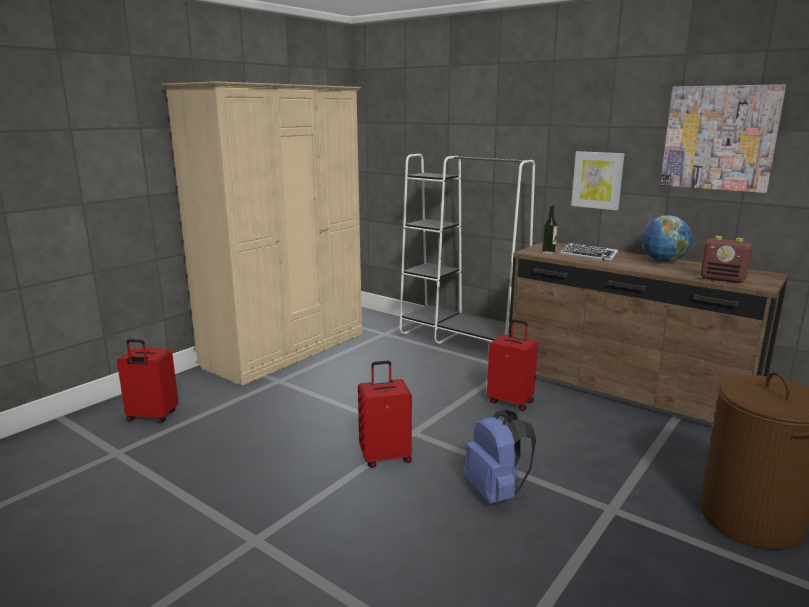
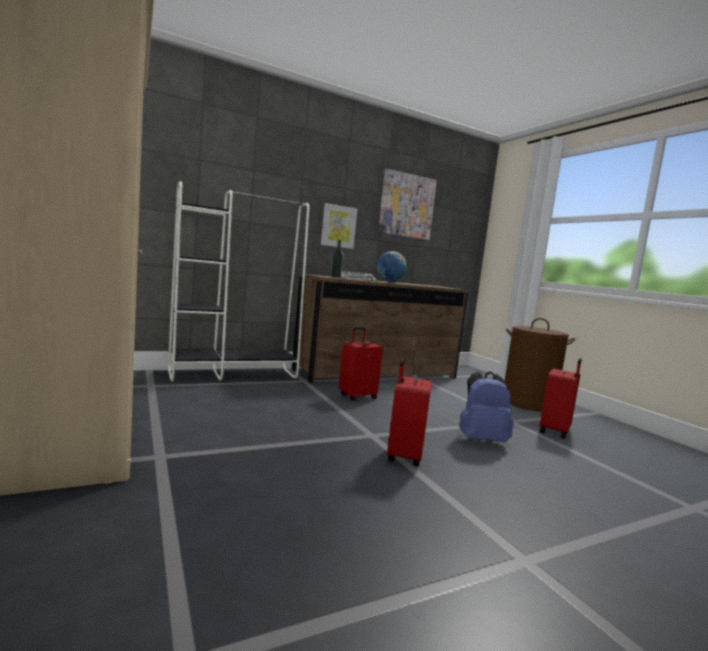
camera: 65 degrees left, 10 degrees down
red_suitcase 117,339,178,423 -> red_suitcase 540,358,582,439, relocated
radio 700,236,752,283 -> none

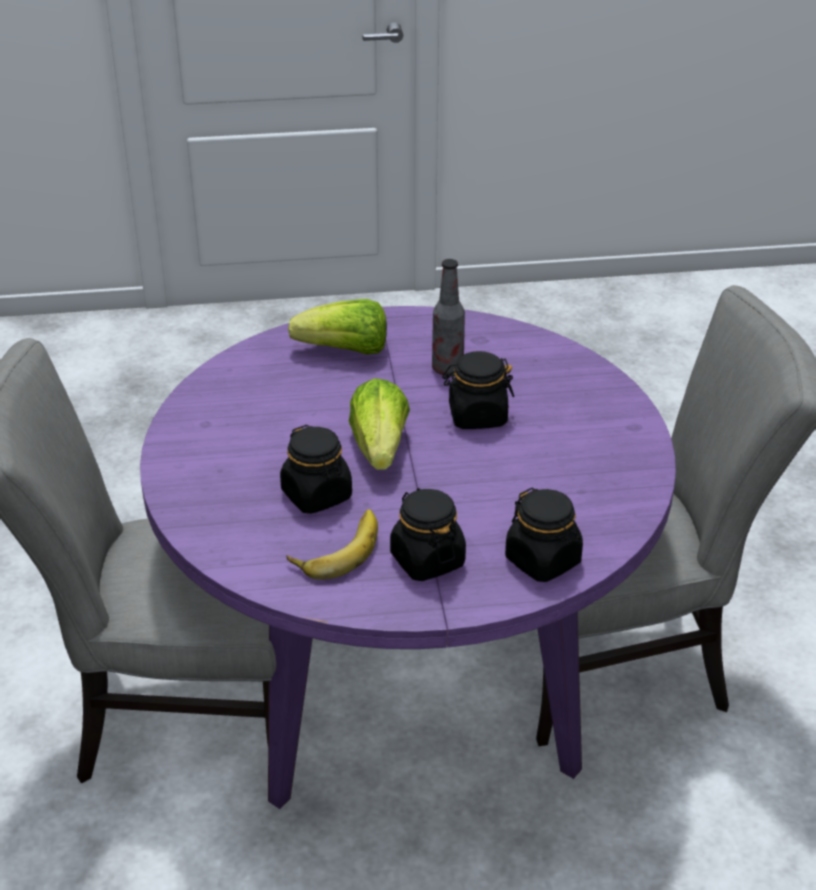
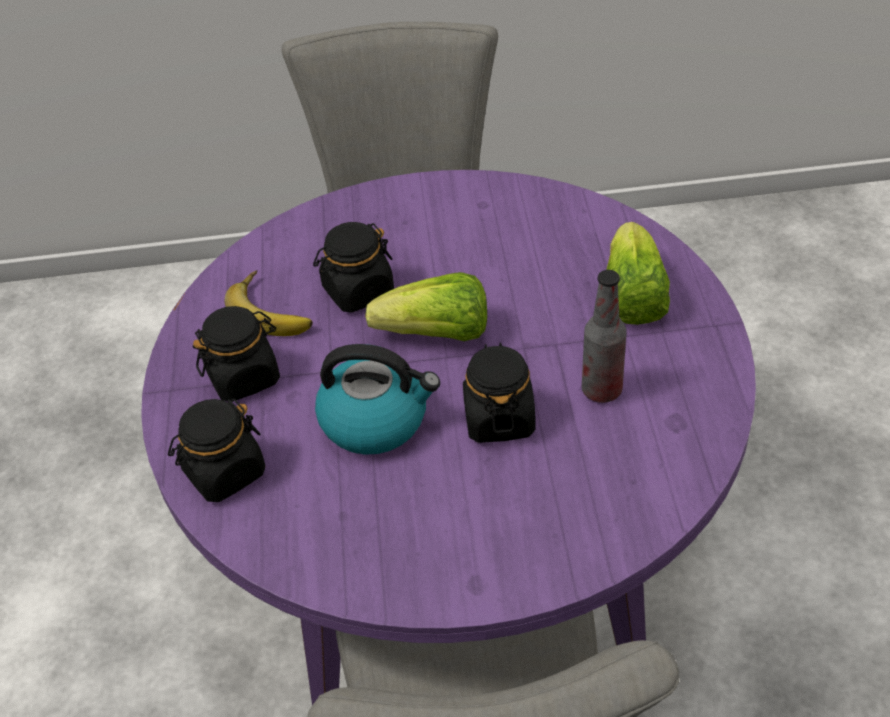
camera: 95 degrees right, 10 degrees up
none -> kettle 315,344,440,455

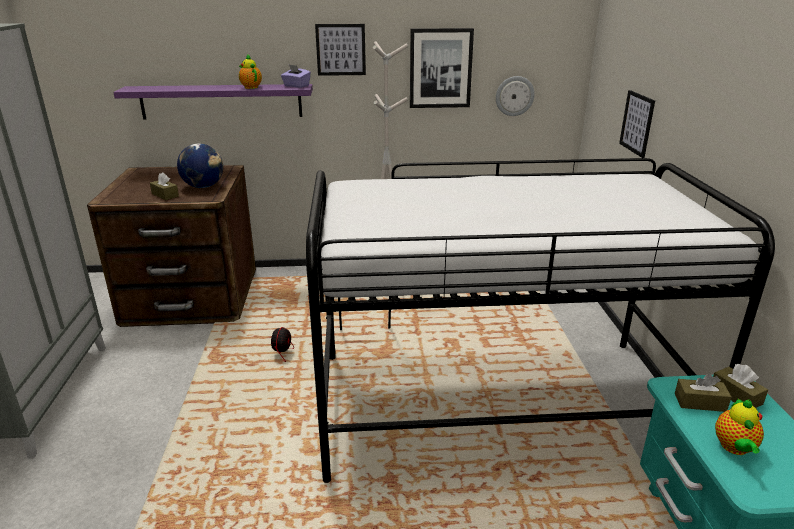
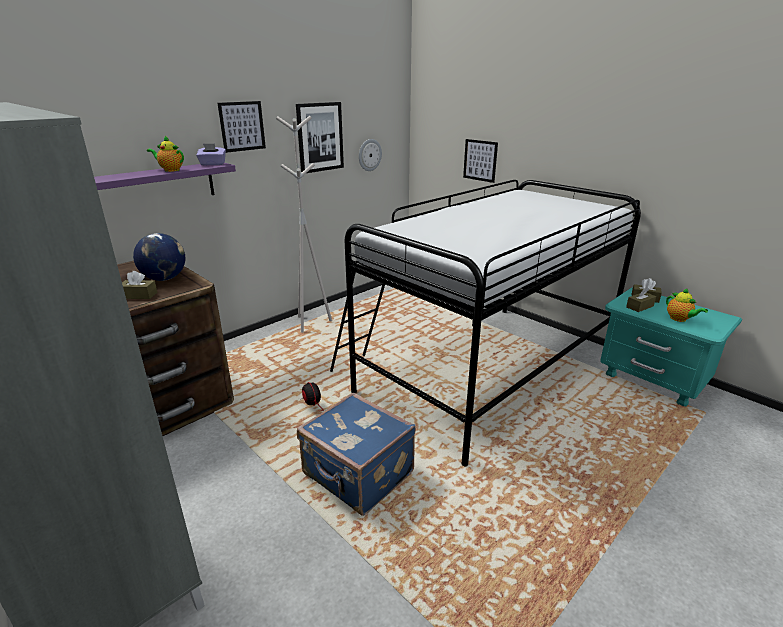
camera: 40 degrees left, 0 degrees up
none -> blue_suitcase 297,392,416,516

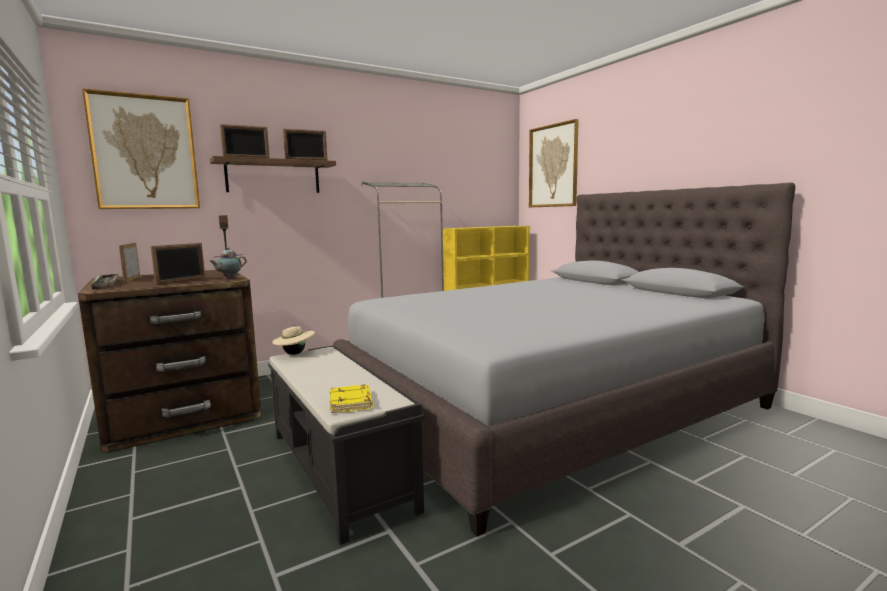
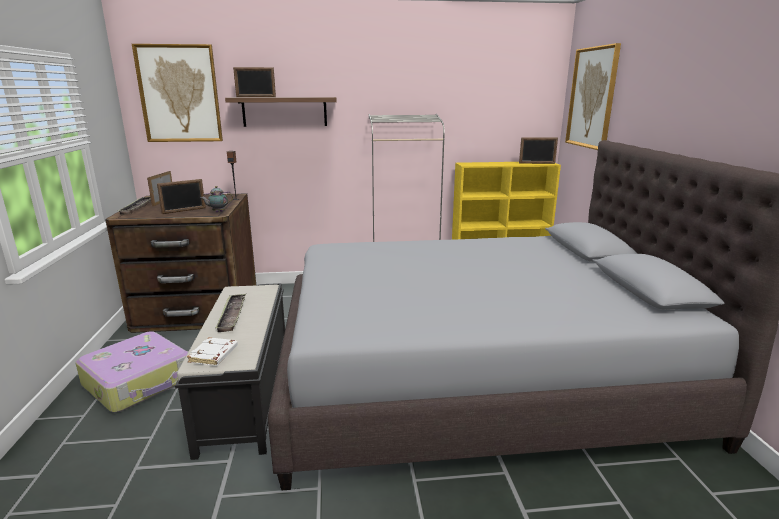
camera: 25 degrees right, 10 degrees up
none -> suitcase 75,331,188,412
yellow_book 330,385,373,413 -> white_book 187,337,238,366
none -> tray 215,294,246,332
picture_frame 283,129,328,161 -> picture_frame 519,137,558,164, relocated
beige_hat 272,324,315,355 -> none

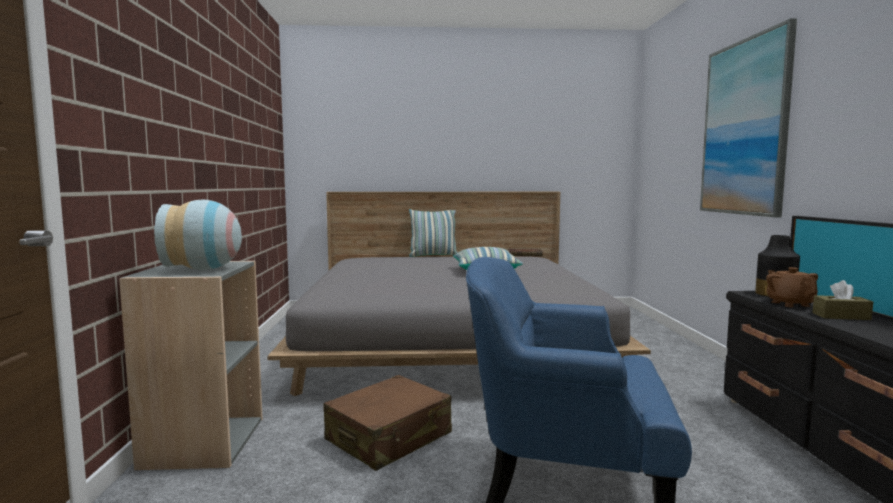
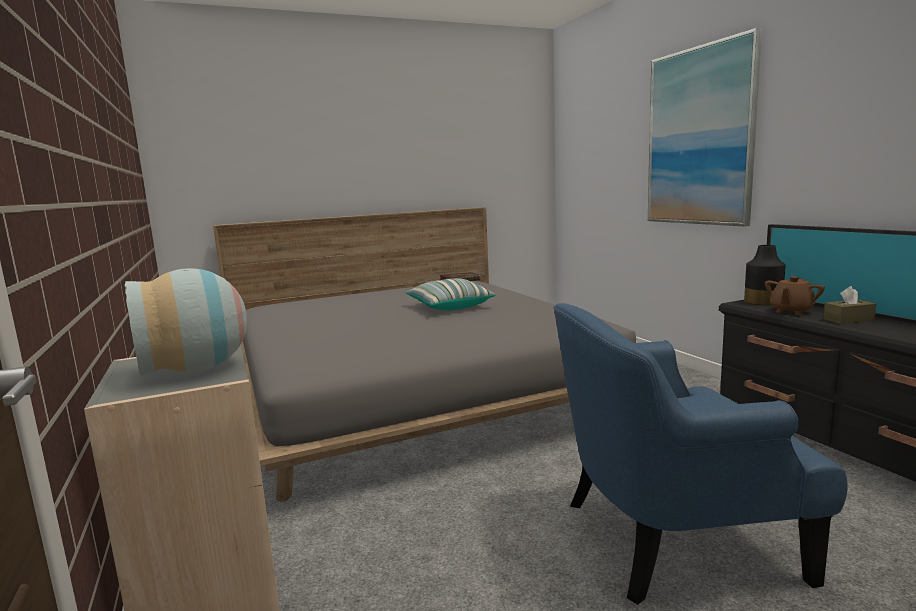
camera: 20 degrees left, 5 degrees up
brown_teapot 766,267,818,307 -> brown_teapot 765,276,825,315, 105 degrees counterclockwise
brown_suitcase 323,375,452,471 -> none
pillow 409,209,458,257 -> none

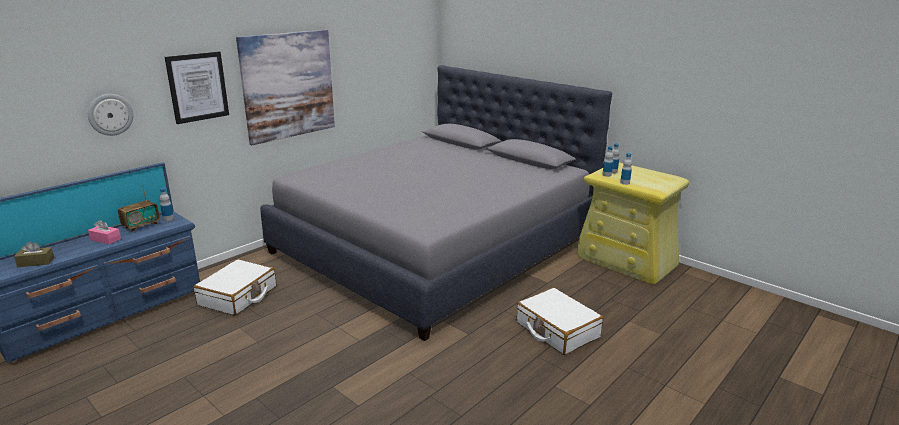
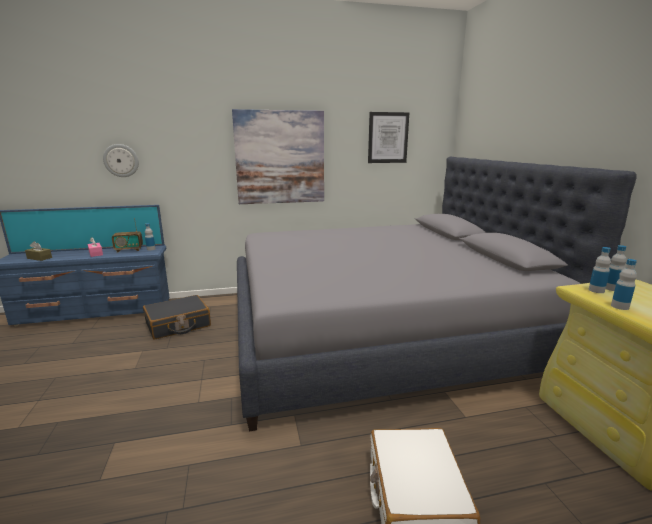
camera: 35 degrees right, 5 degrees down
white_suitcase 193,259,276,315 -> black_suitcase 143,295,211,339
picture 165,52,229,124 -> picture 368,112,409,163, relocated

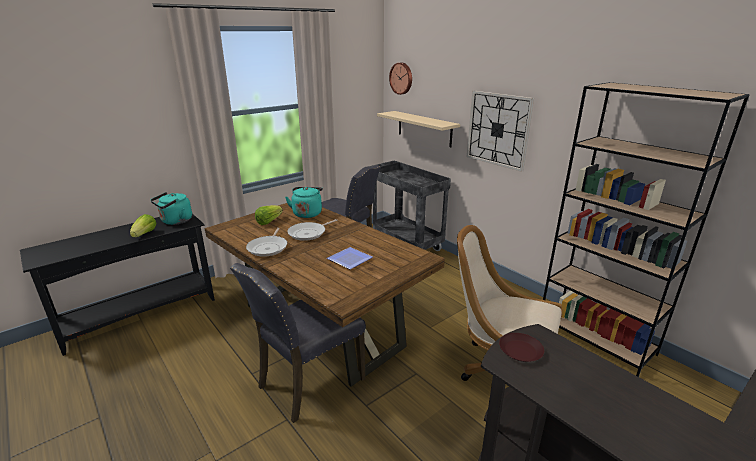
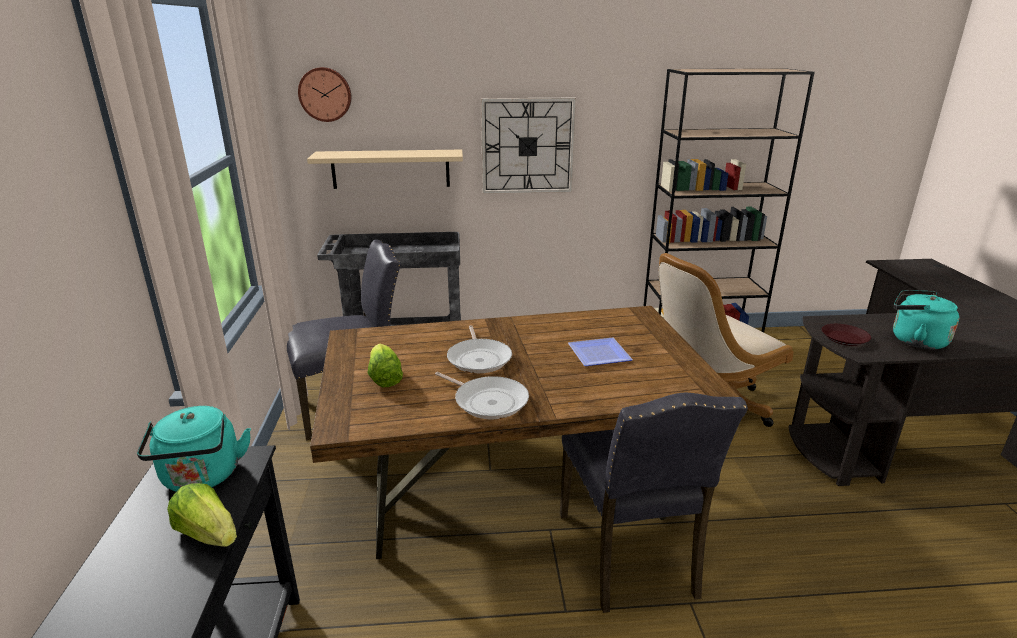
camera: 55 degrees left, 0 degrees up
turquoise_kettle 285,187,323,218 -> turquoise_kettle 893,290,959,349, relocated

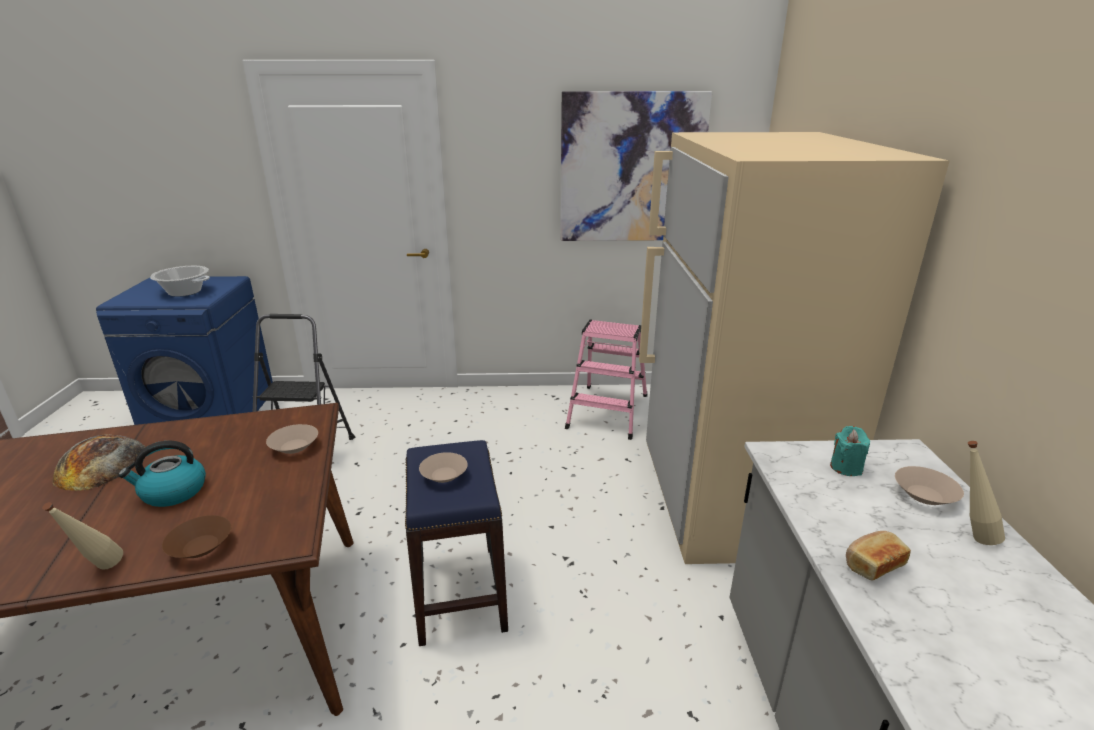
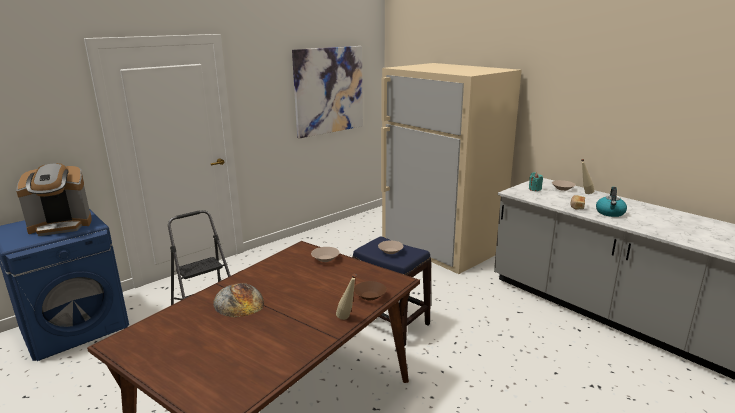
camera: 40 degrees left, 5 degrees down
cooking_pot 150,266,210,297 -> coffee_machine 16,163,92,236
kettle 118,441,206,507 -> kettle 596,187,627,217, relocated
pink_step_ladder 565,319,647,440 -> none

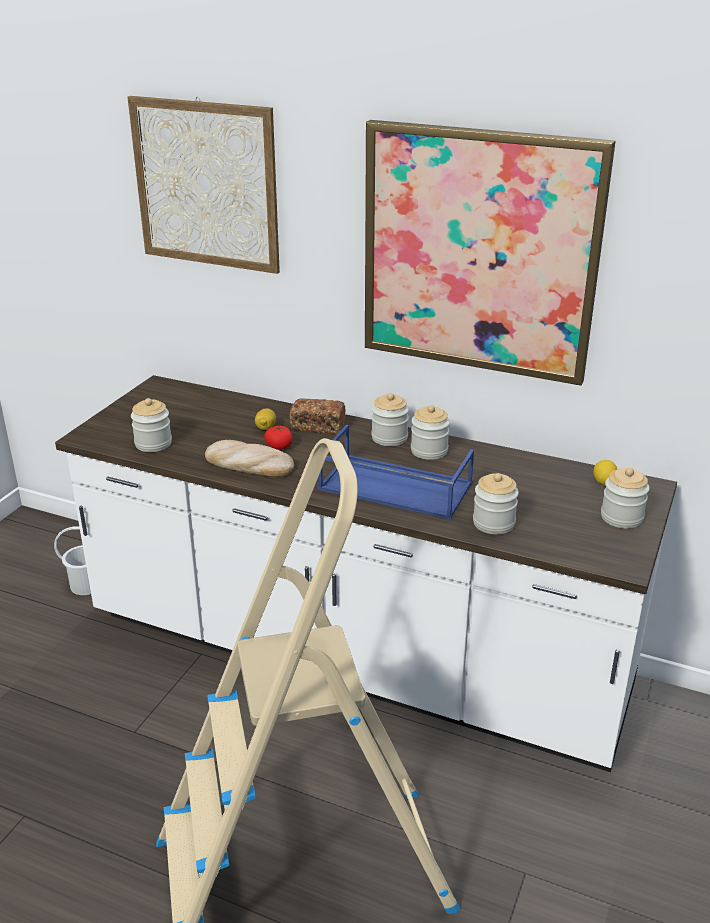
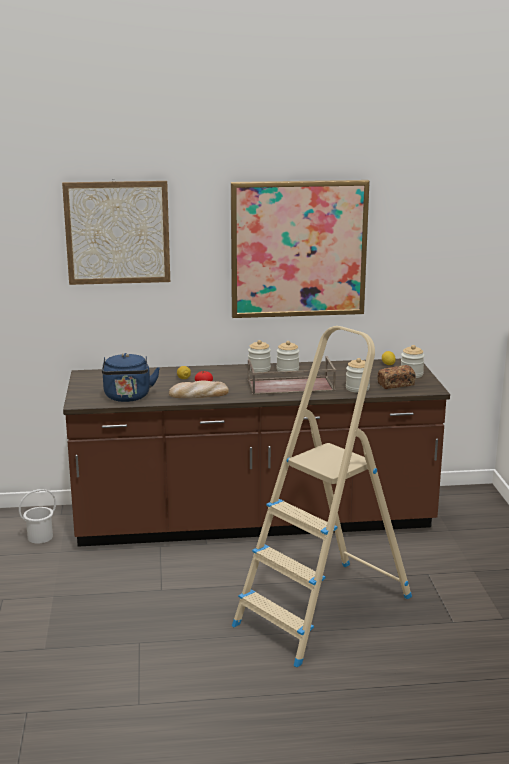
camera: 30 degrees left, 10 degrees down
white_counter 55,375,677,772 -> brown_counter 63,359,450,547
jar 131,398,172,452 -> blue_kettle 102,353,160,402
blue_tray 317,425,474,520 -> brown_tray 248,356,336,396
bread 289,399,346,434 -> bread 377,365,416,389, relocated

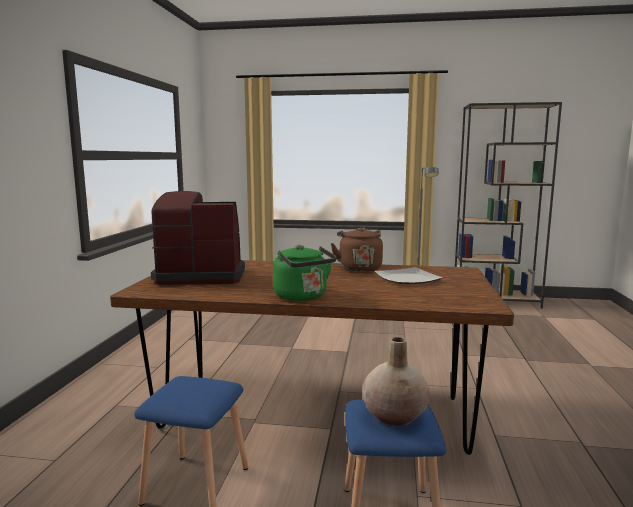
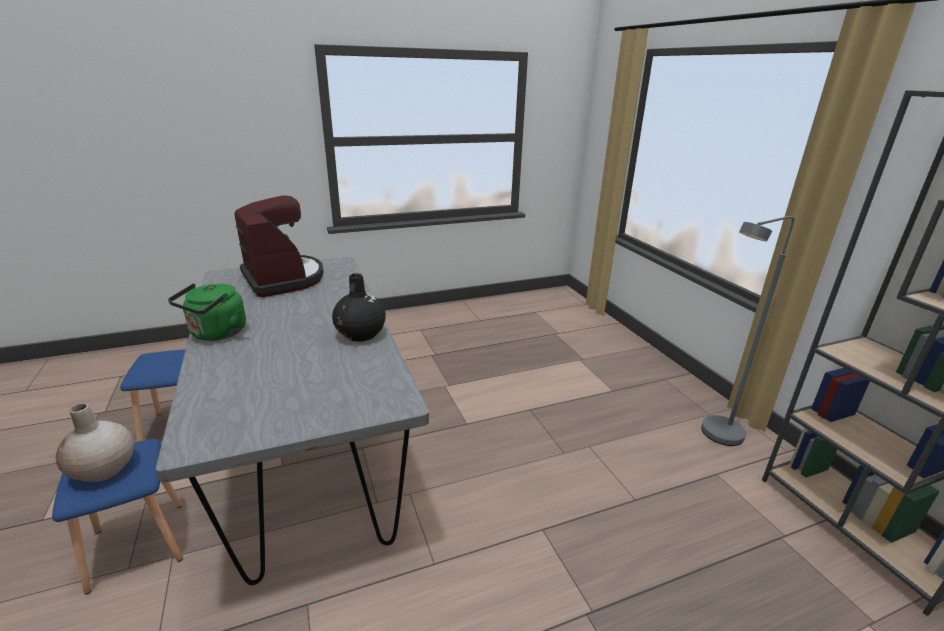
camera: 60 degrees right, 15 degrees up
brown_dining_table 110,260,514,455 -> grey_dining_table 156,257,429,585
brown_kettle 330,227,383,272 -> black_vase 332,273,386,342
plate 374,267,442,284 -> none

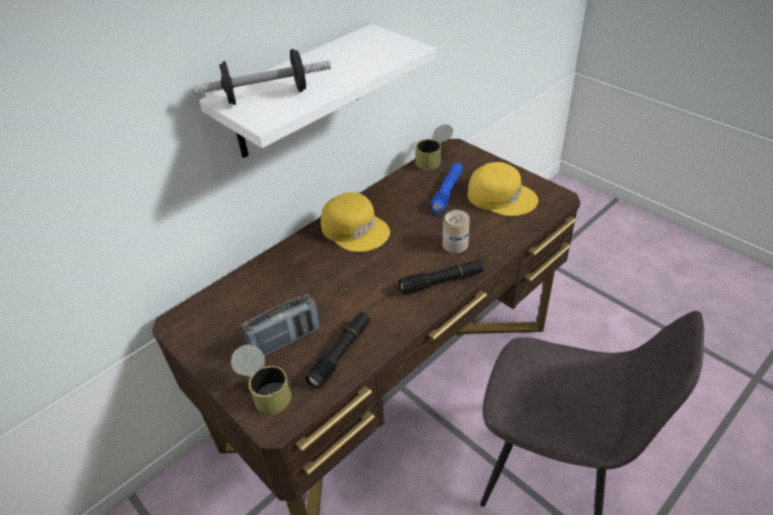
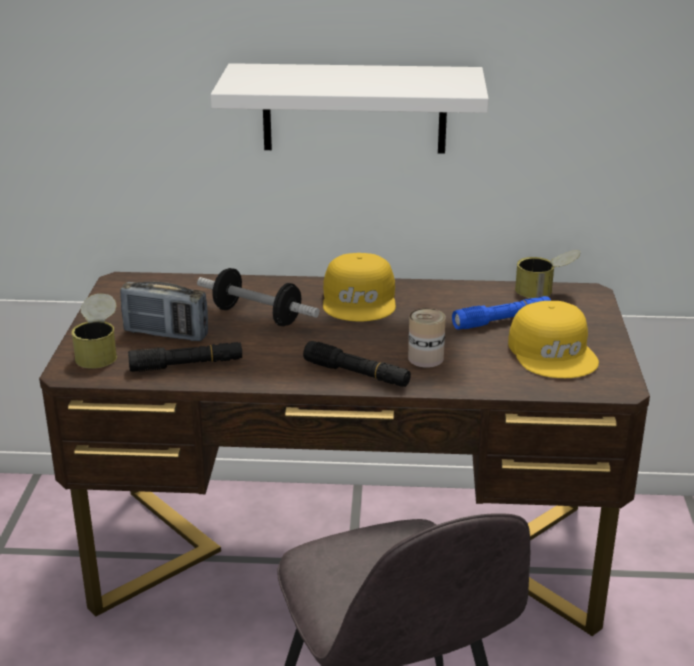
camera: 45 degrees right, 15 degrees down
dumbbell 192,49,331,105 -> dumbbell 197,268,320,326, relocated

